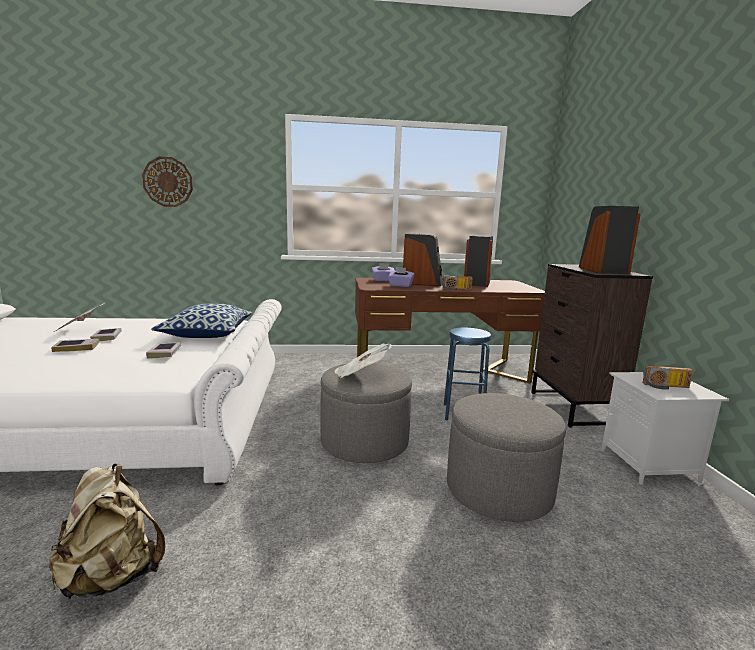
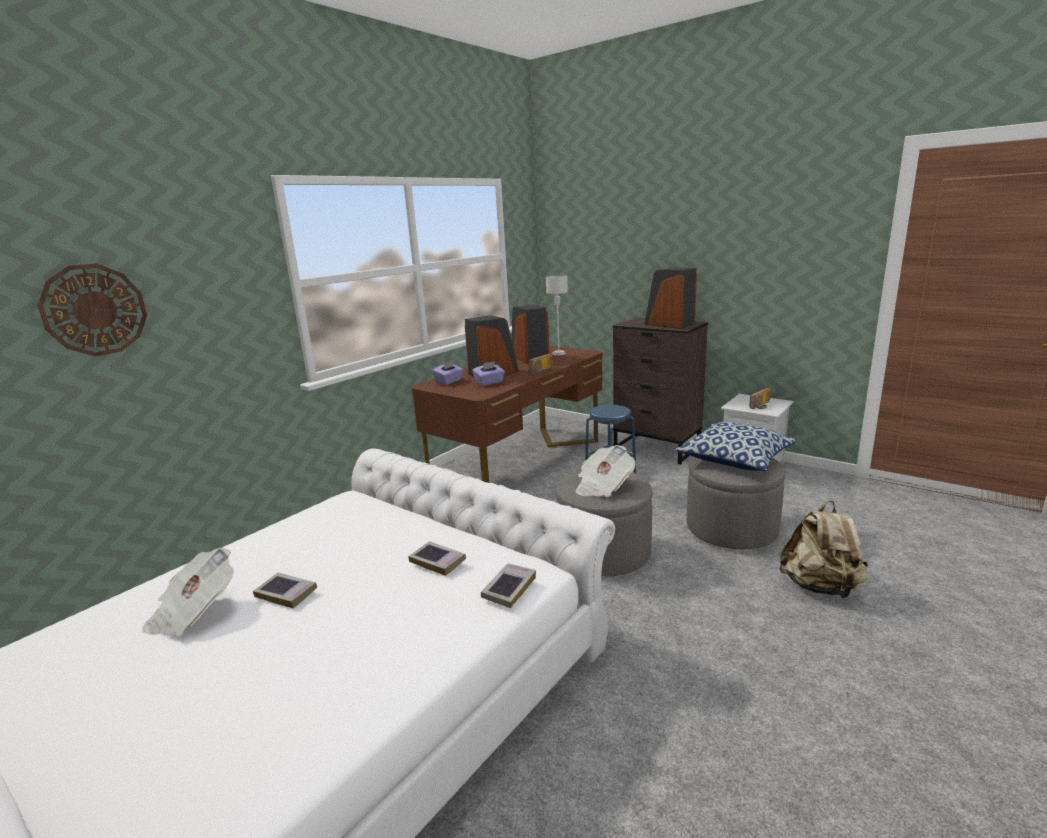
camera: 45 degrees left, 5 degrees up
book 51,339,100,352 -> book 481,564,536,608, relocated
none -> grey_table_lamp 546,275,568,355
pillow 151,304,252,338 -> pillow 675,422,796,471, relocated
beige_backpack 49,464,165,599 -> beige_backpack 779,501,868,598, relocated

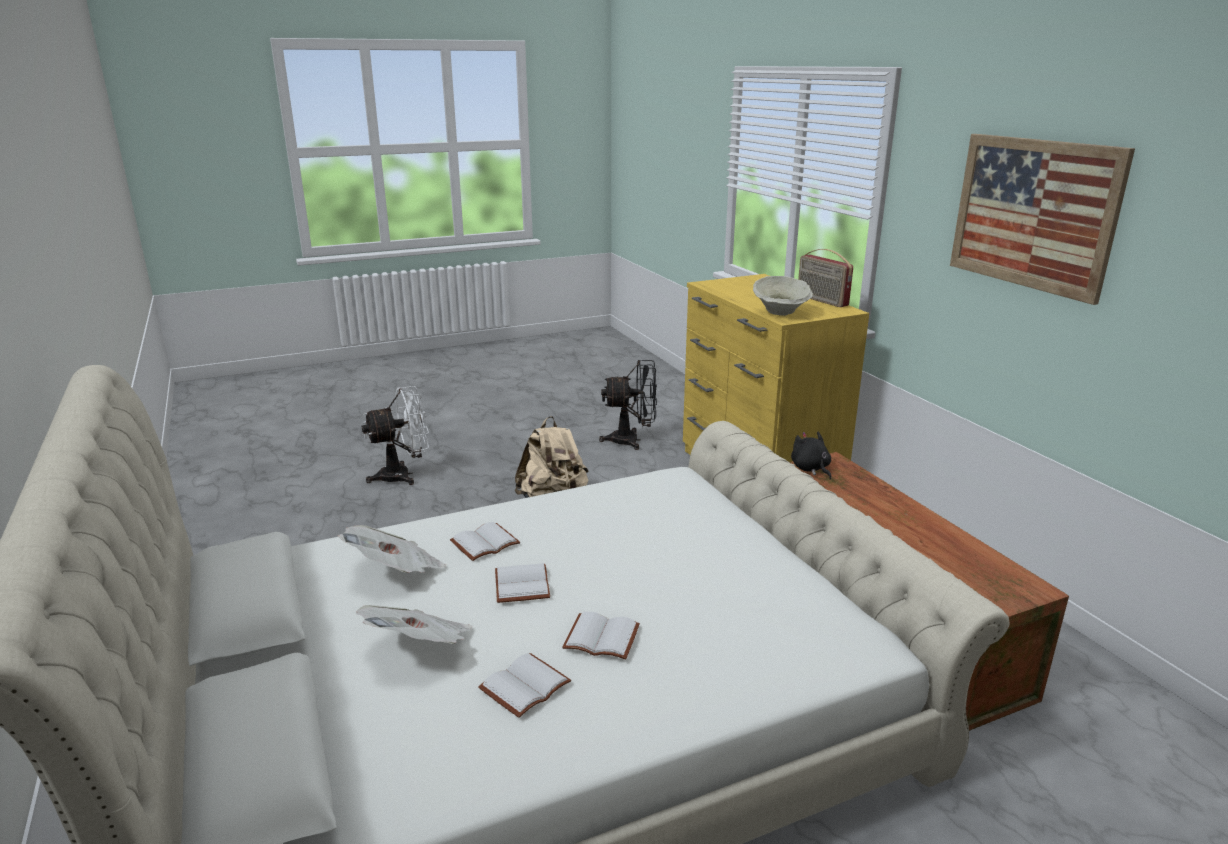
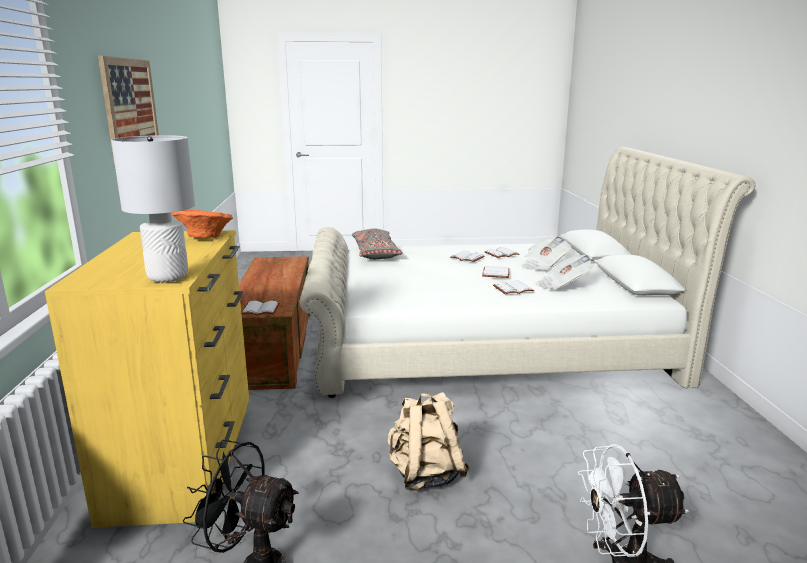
camera: 160 degrees left, 5 degrees down
none -> grey_table_lamp 111,135,195,283
beige_bowl 753,276,813,316 -> orange_bowl 172,209,233,238
black_plush_toy 791,432,831,480 -> white_book 241,301,280,315
none -> grey_pillow 352,228,403,260
radio 798,249,853,307 -> none

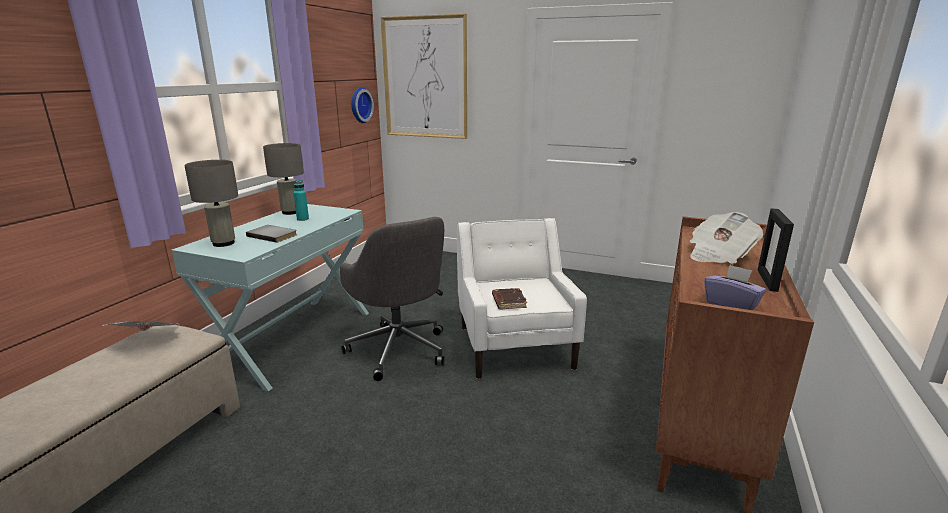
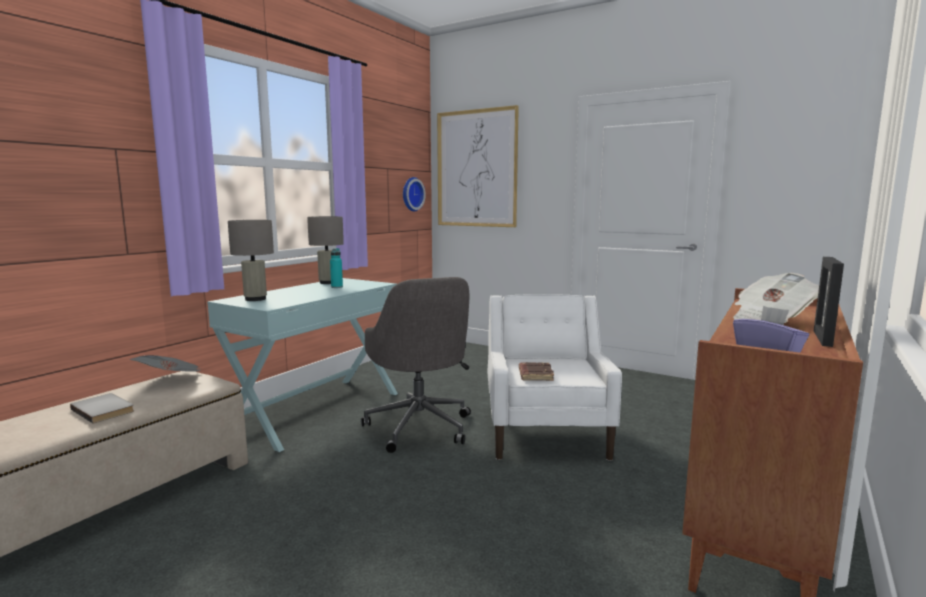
camera: 10 degrees right, 10 degrees down
grey_book 246,225,297,243 -> grey_book 70,393,134,424, relocated

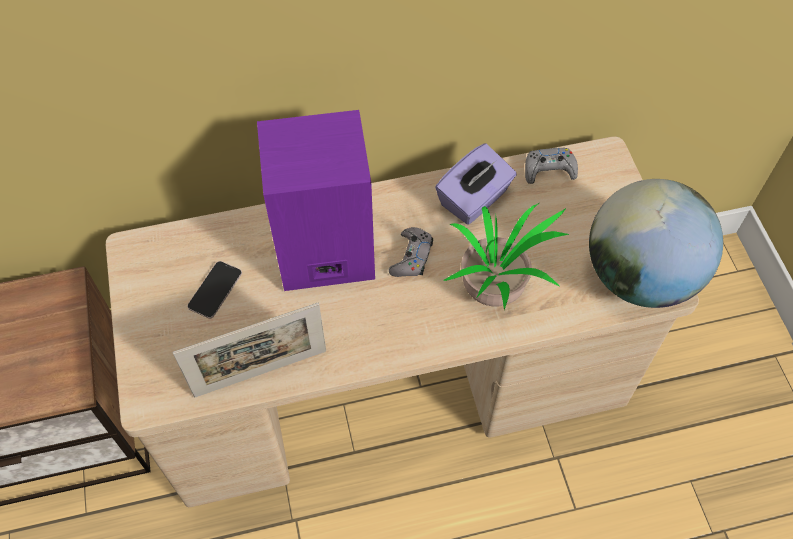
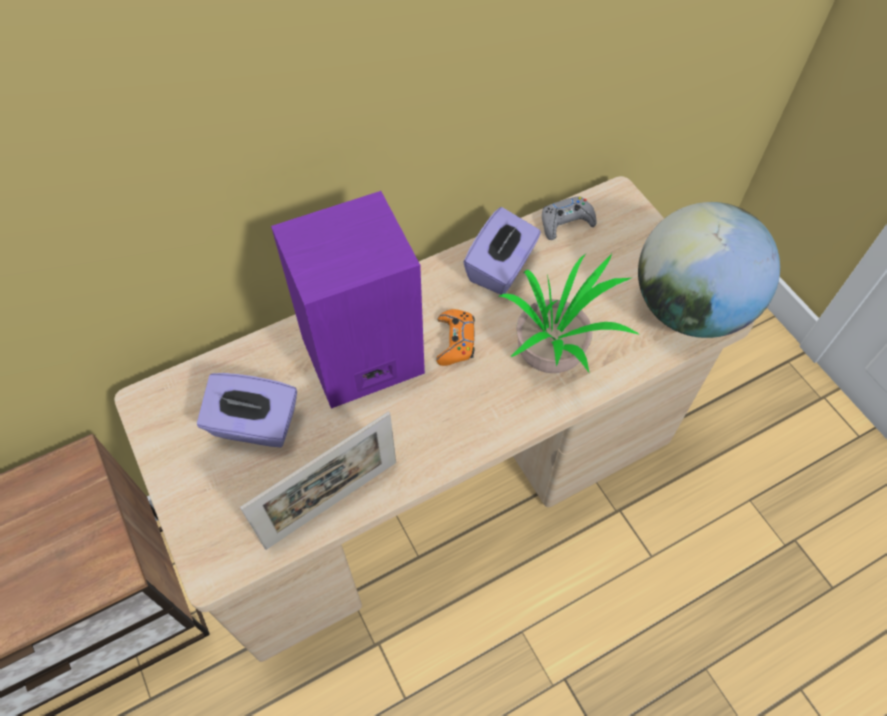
camera: 15 degrees left, 0 degrees up
phone 187,261,242,319 -> purple_tissue_box 197,373,297,447
grey_game_controller 389,227,433,277 -> orange_game_controller 436,309,475,366

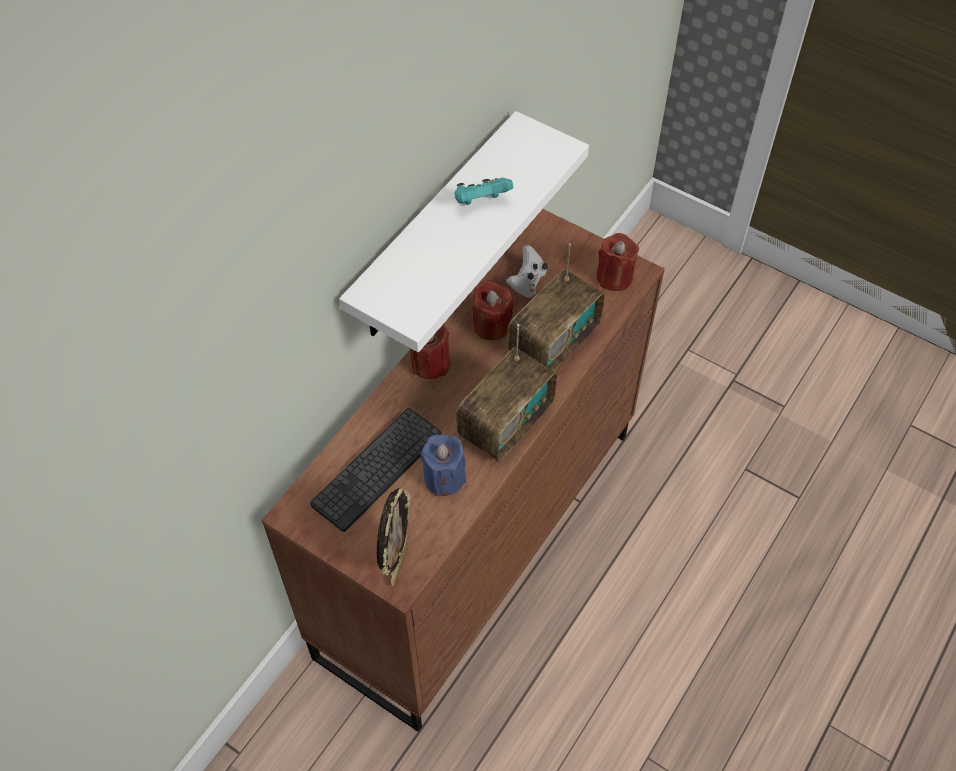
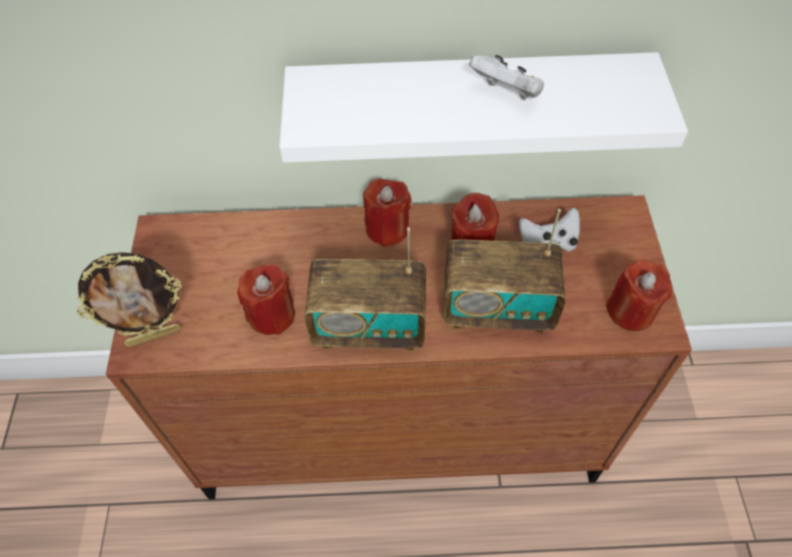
camera: 55 degrees right, 0 degrees up
blue_candle 420,434,466,496 -> red_candle 237,263,295,335
turquoise_game_controller 454,178,513,205 -> white_game_controller 469,55,544,100
keyboard 310,408,442,532 -> none

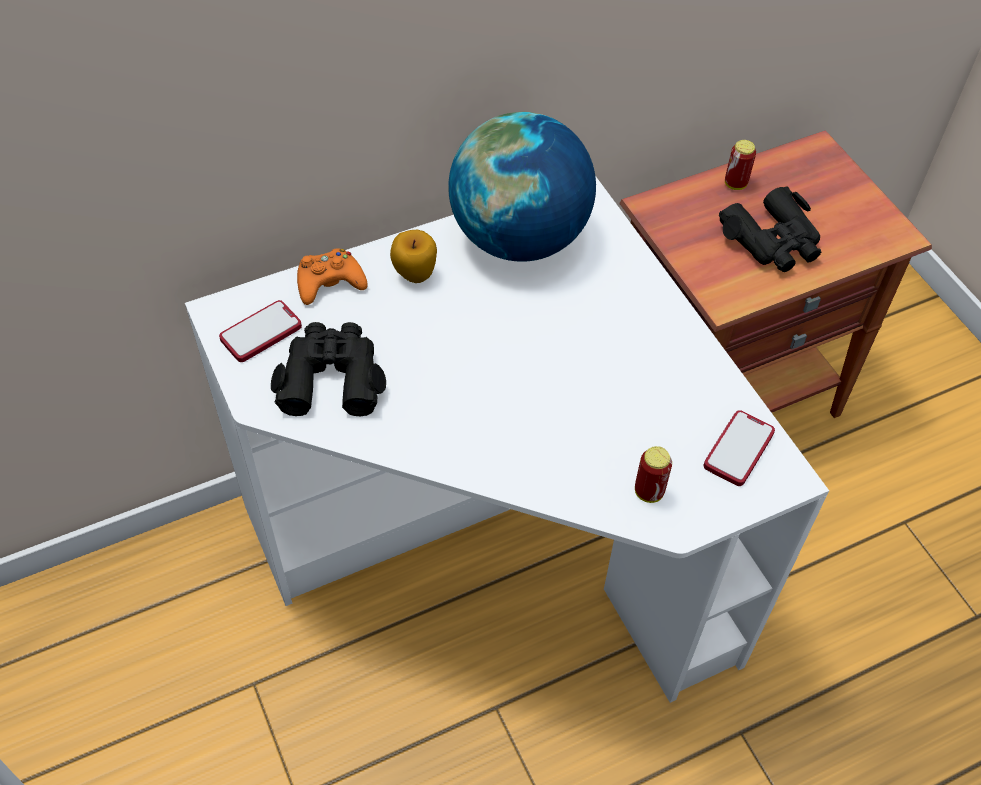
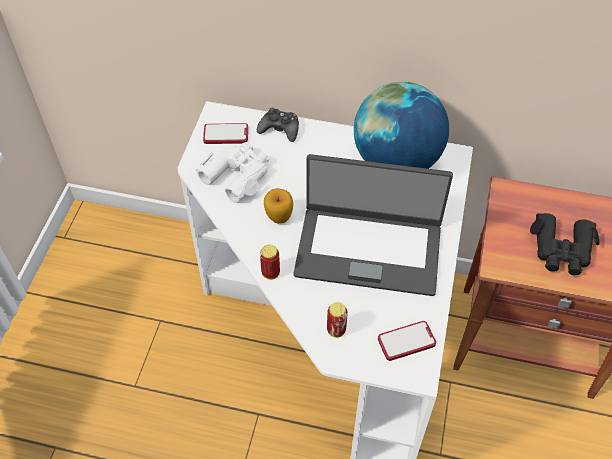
camera: 40 degrees right, 0 degrees up
black_binoculars 271,322,386,416 -> white_binoculars 196,142,269,203
orange_game_controller 297,248,368,305 -> black_game_controller 257,108,299,142
can 725,140,756,190 -> can 260,245,280,280, relocated
apple 390,230,437,283 -> apple 264,188,293,224, relocated
none -> laptop 293,154,453,296

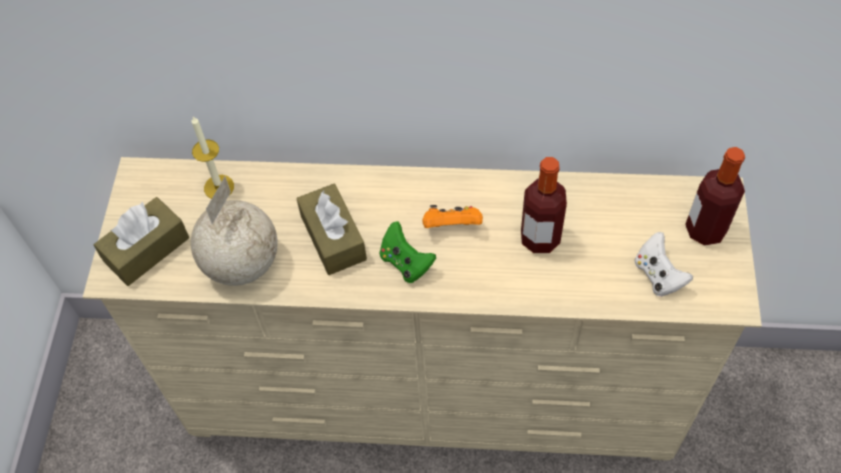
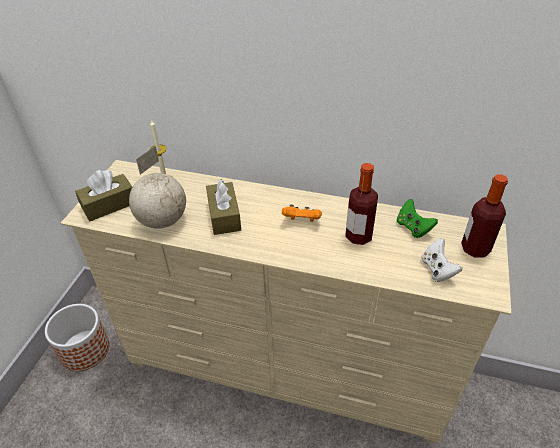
camera: 10 degrees right, 15 degrees down
none -> planter 45,304,110,371
green_game_controller 380,222,436,283 -> green_game_controller 397,199,438,238, relocated

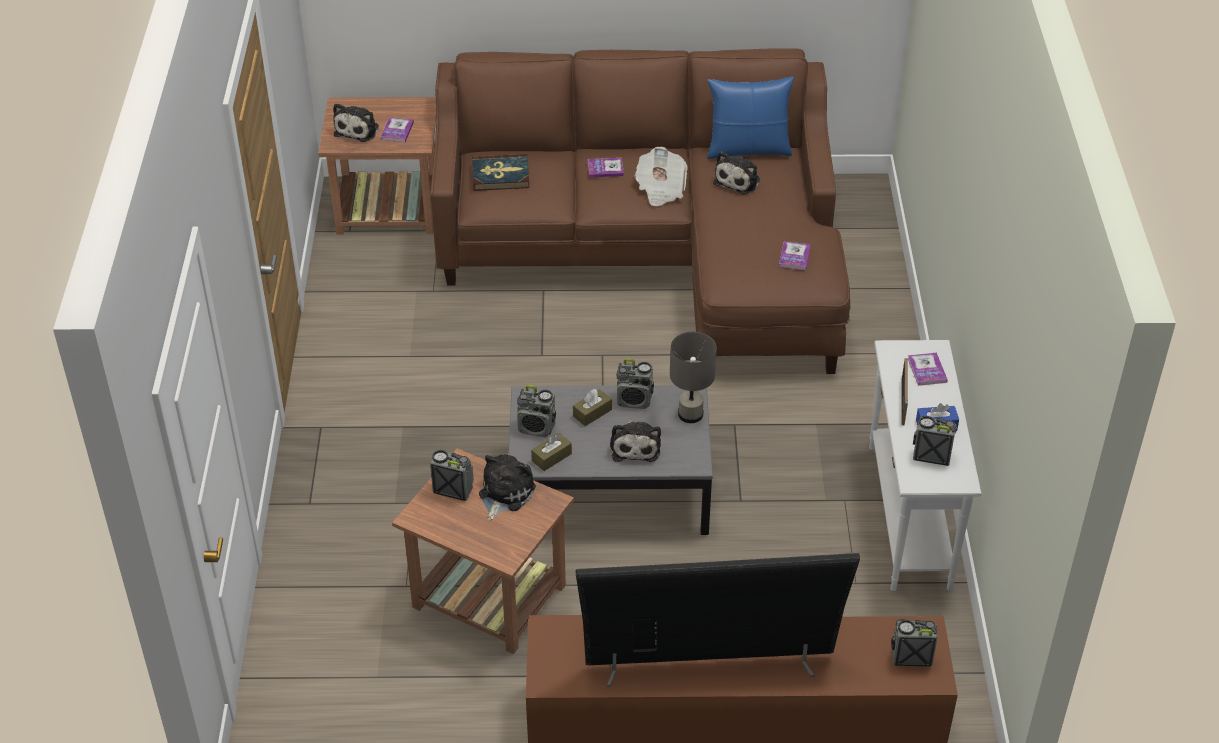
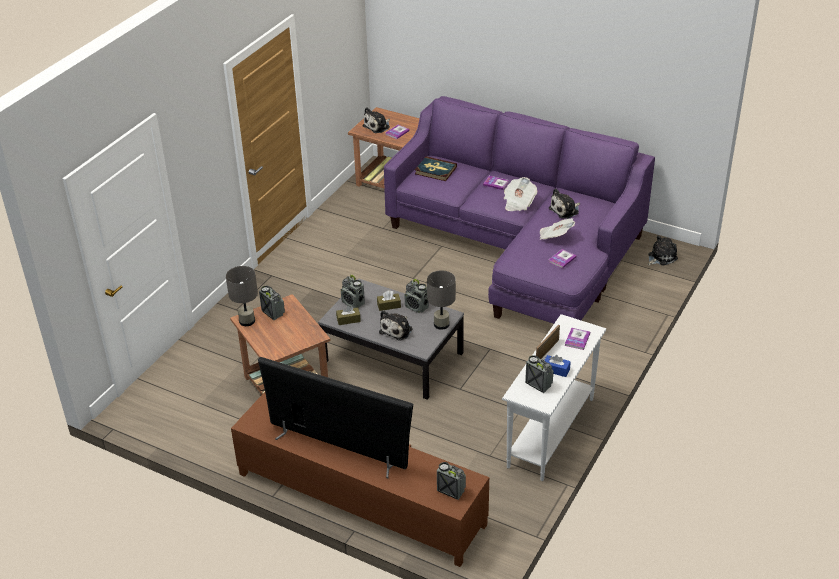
camera: 30 degrees right, 5 degrees down
none -> grey_table_lamp 226,266,258,326
brown_sofa 430,48,850,374 -> purple_sofa 384,96,655,324
none -> newspaper 540,218,575,240
plush_toy 479,454,536,521 -> plush_toy 648,235,678,266, relocated
blue_pillow 707,76,794,159 -> none

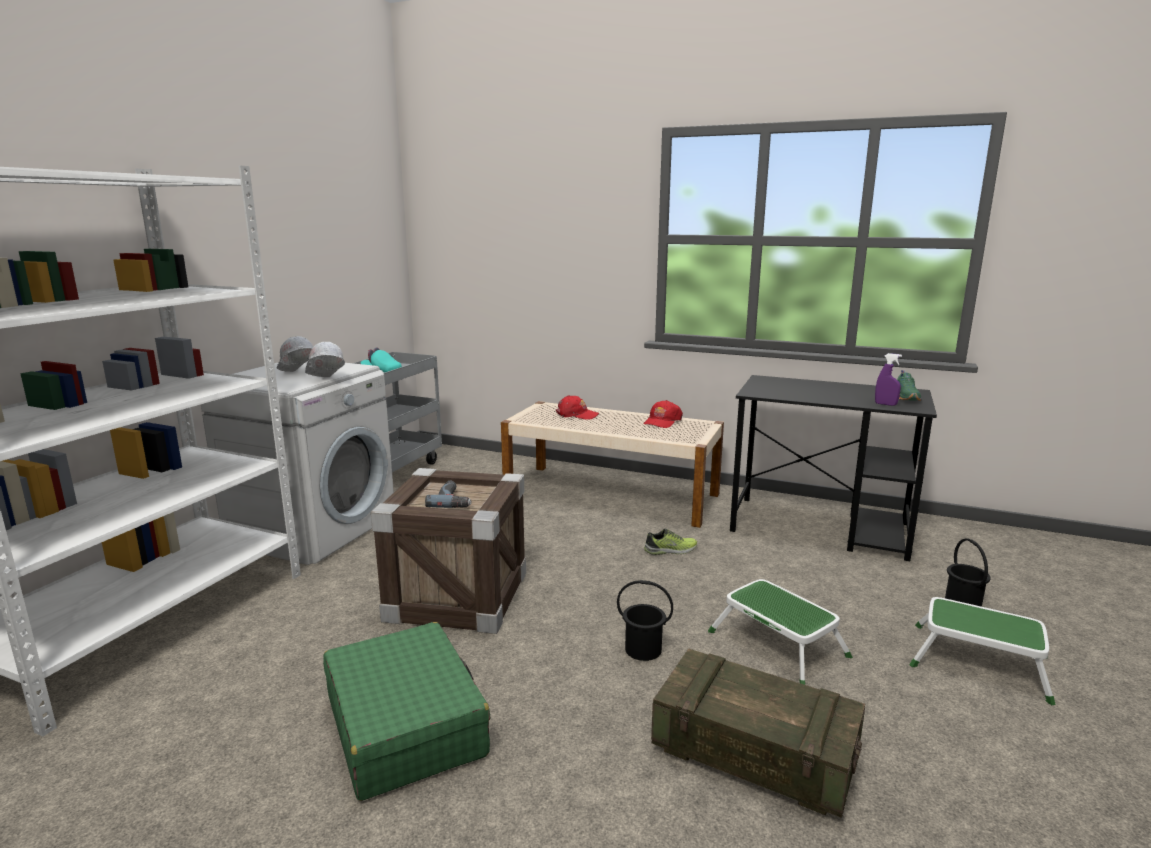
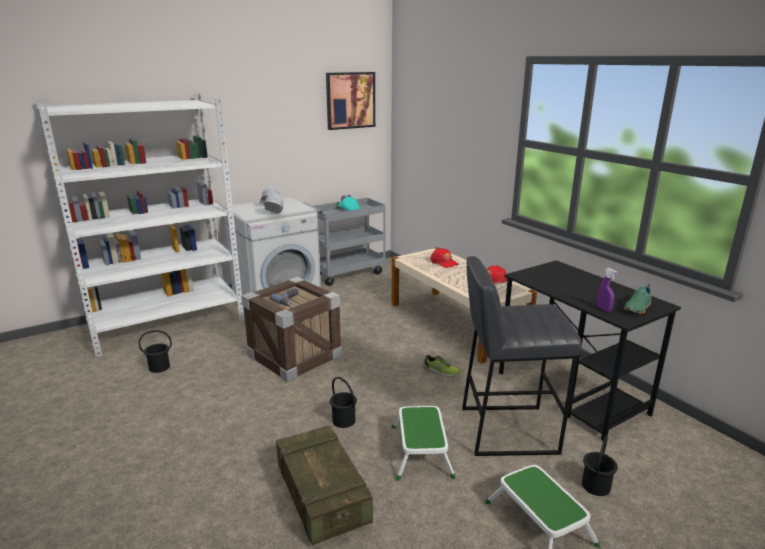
camera: 35 degrees right, 5 degrees up
none -> black_bucket 139,330,172,373
none -> picture 326,72,375,130
none -> grey_stool 462,256,582,456
green_suitcase 323,622,490,801 -> none

